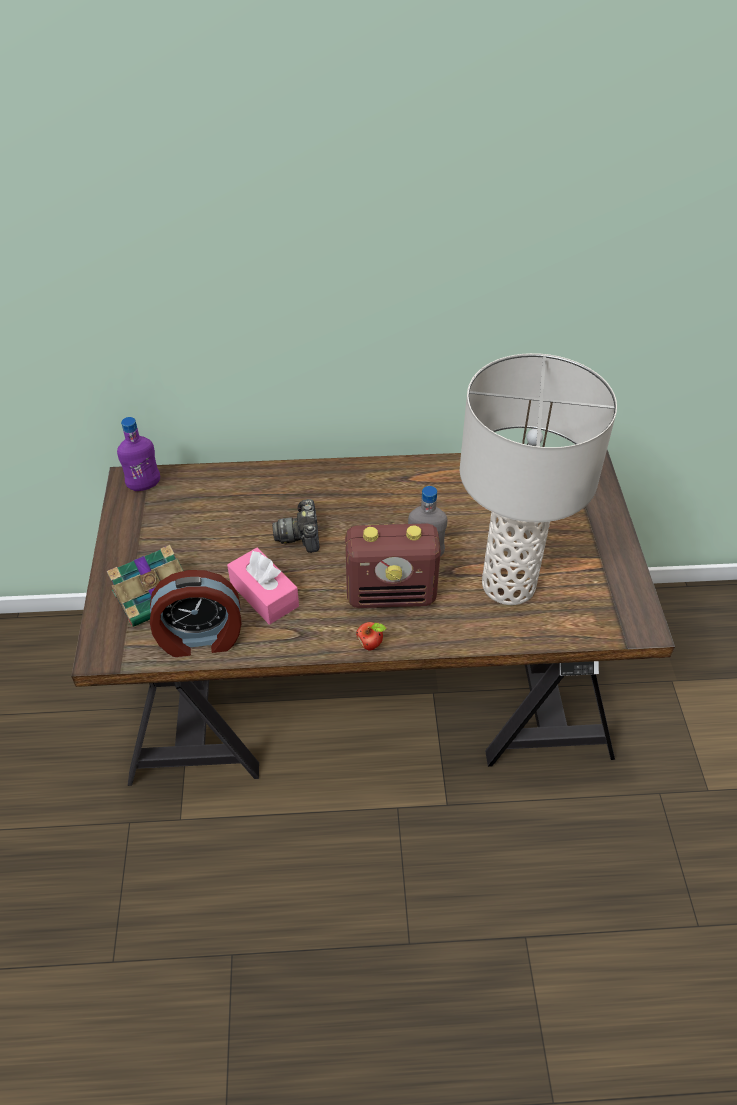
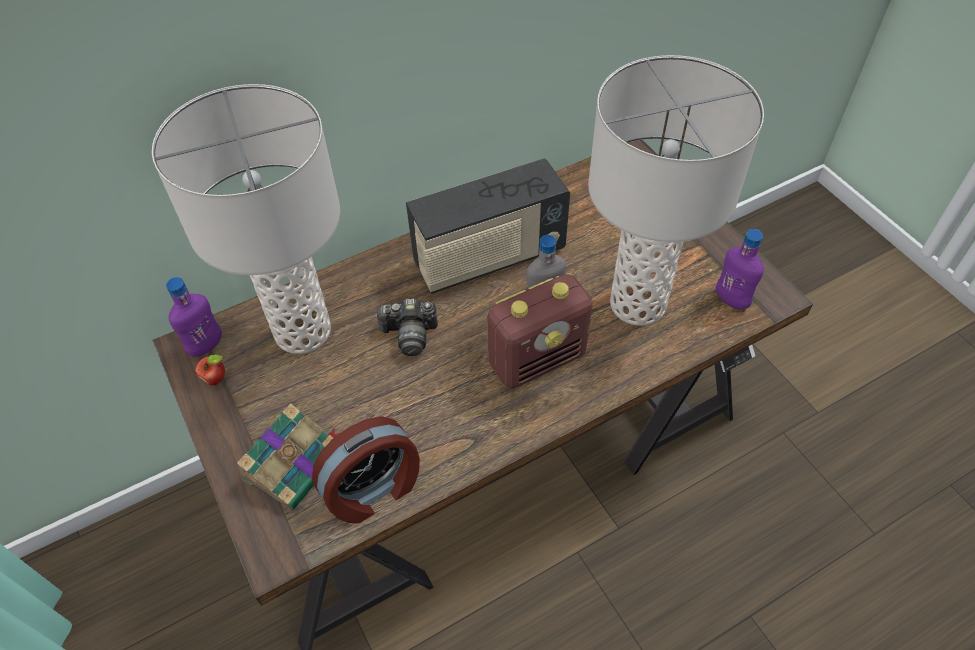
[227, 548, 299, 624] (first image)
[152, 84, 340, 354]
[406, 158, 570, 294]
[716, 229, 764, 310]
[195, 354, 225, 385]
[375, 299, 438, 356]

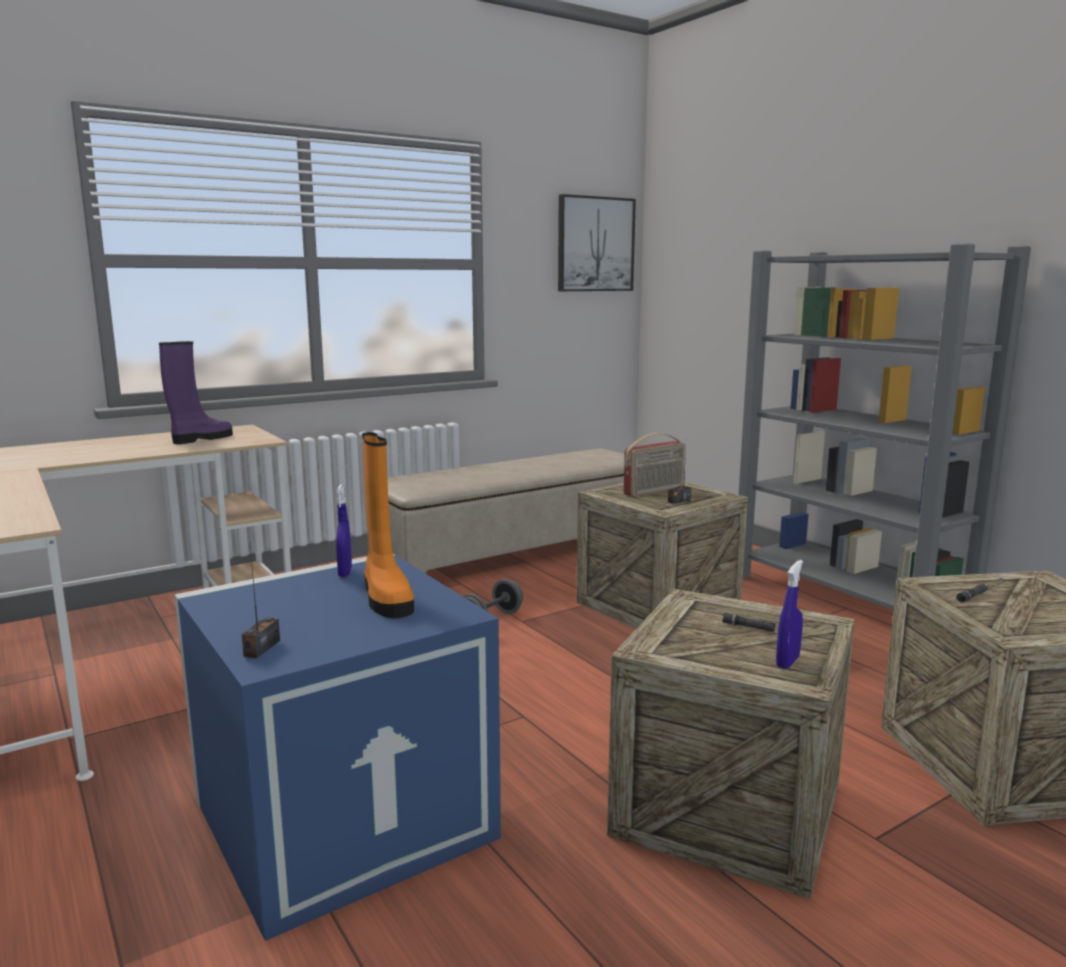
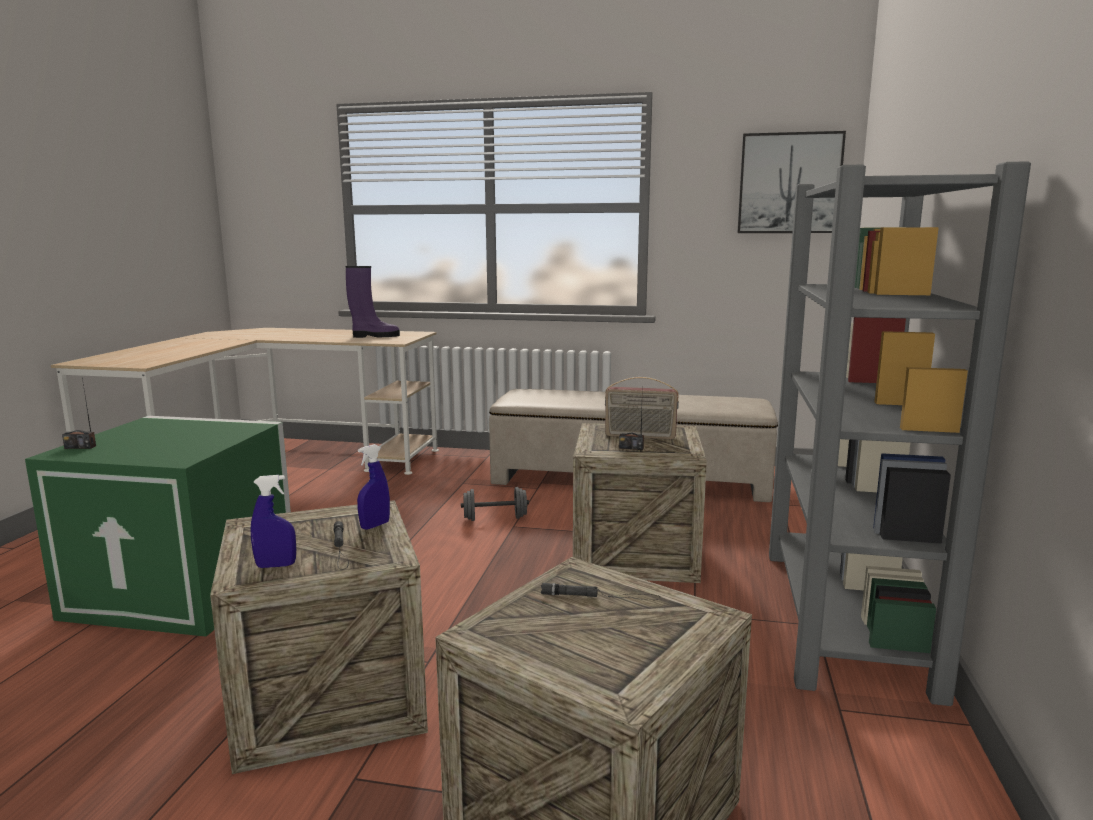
[362, 432, 414, 618] (first image)
[357, 444, 390, 530]
[25, 416, 291, 637]
[62, 378, 96, 449]

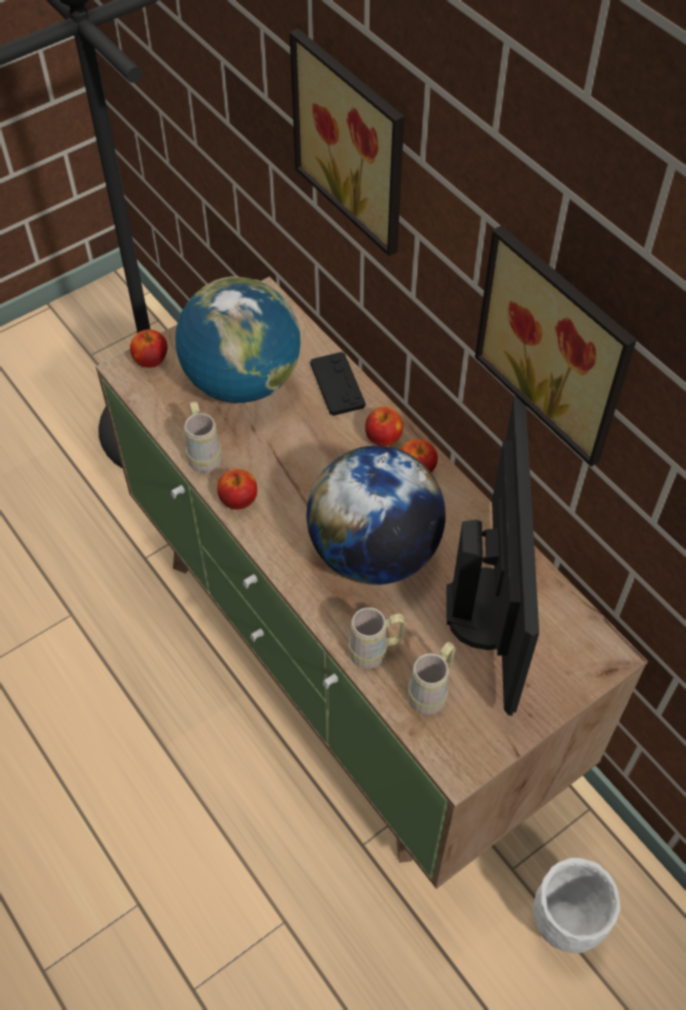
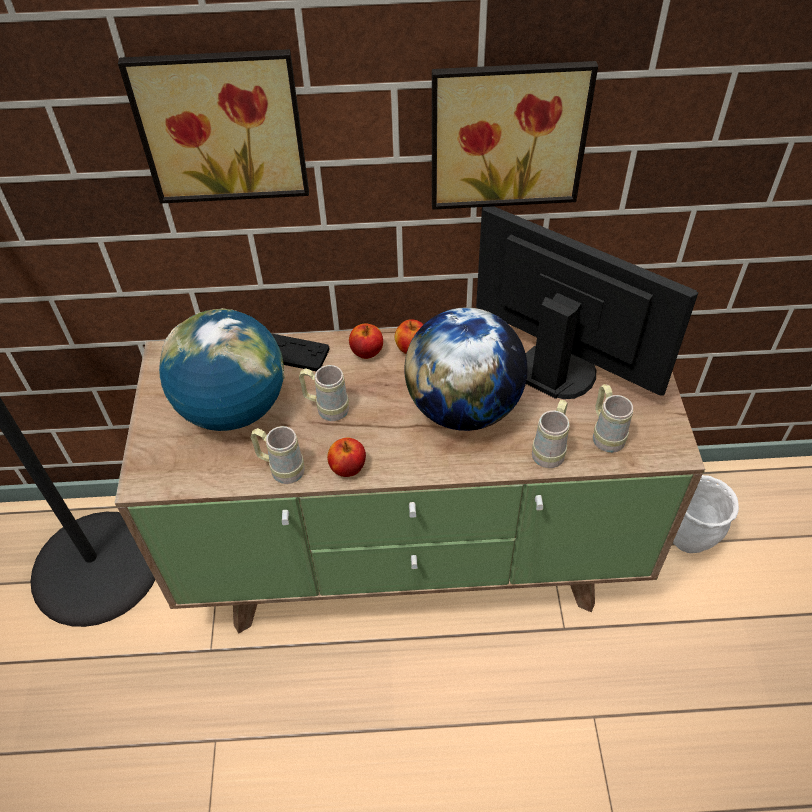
[130, 329, 168, 368] (first image)
[299, 365, 349, 421]

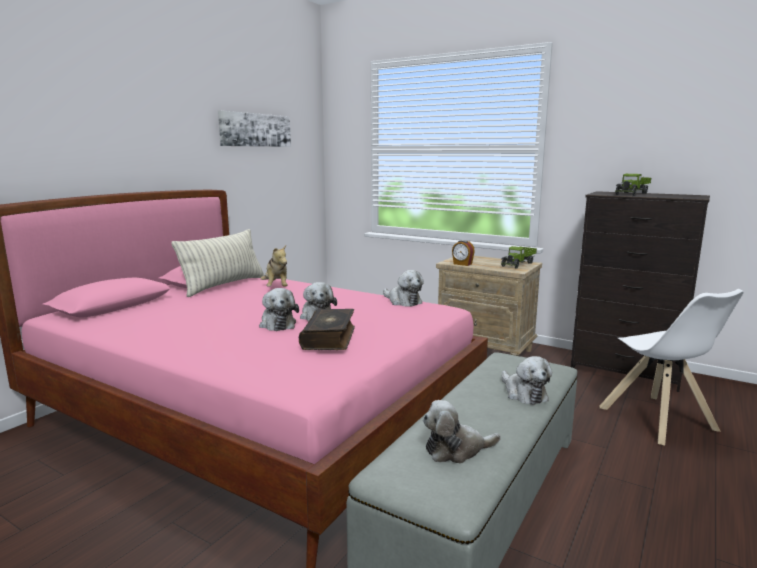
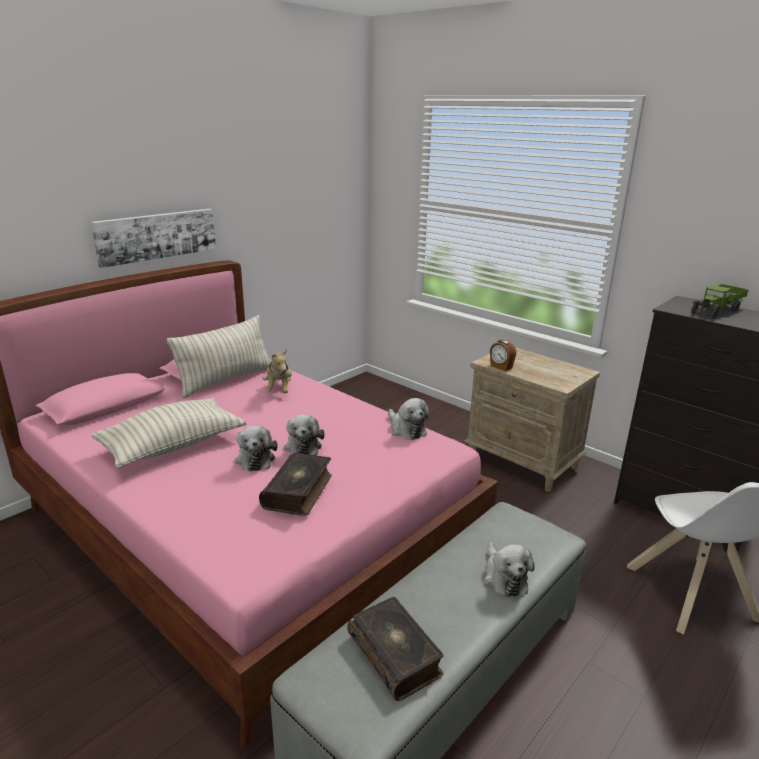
[501, 246, 537, 269] (first image)
[91, 398, 247, 468]
[91, 209, 216, 268]
[347, 597, 444, 701]

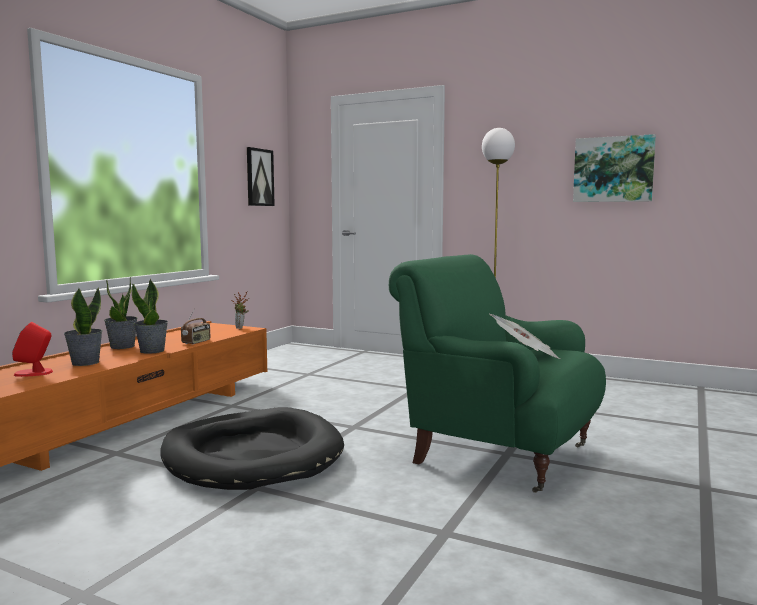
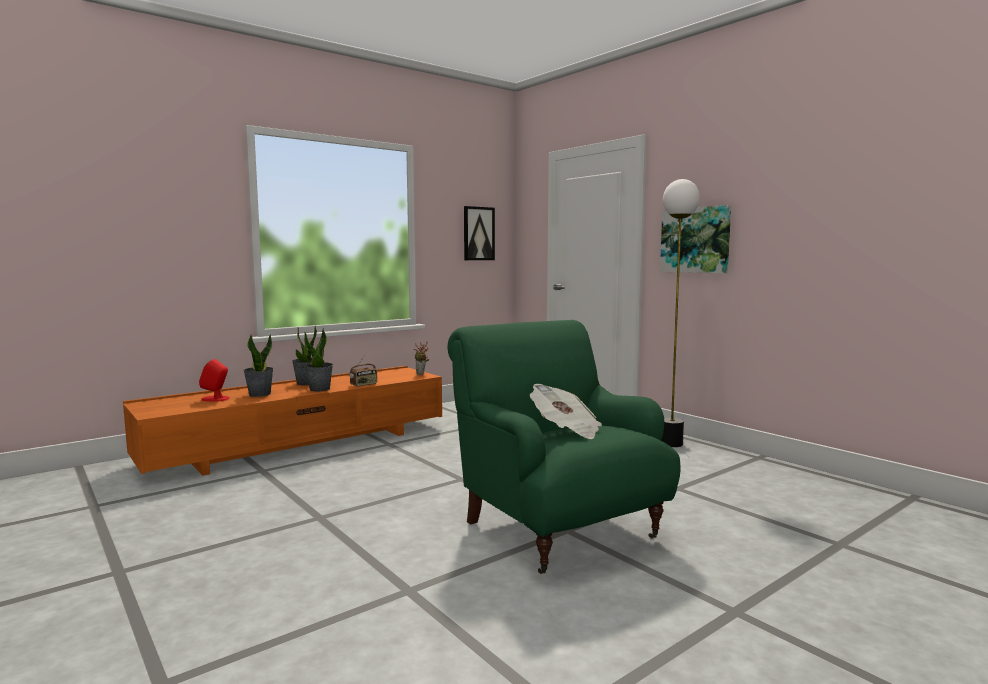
[160, 407, 344, 490] (first image)
[660, 205, 731, 274]

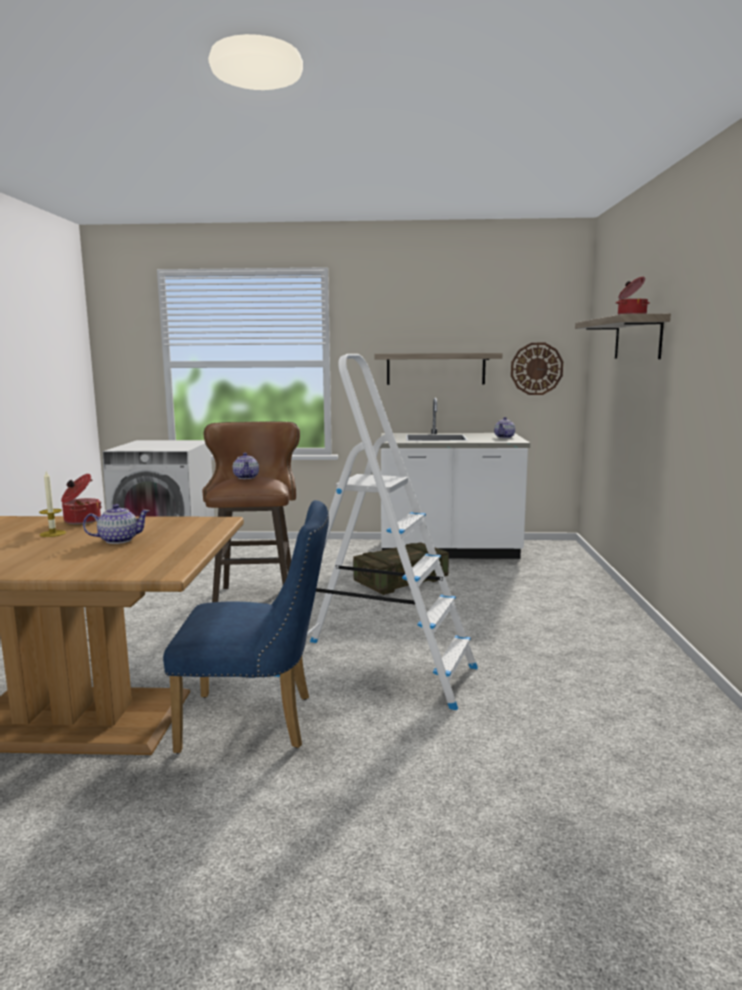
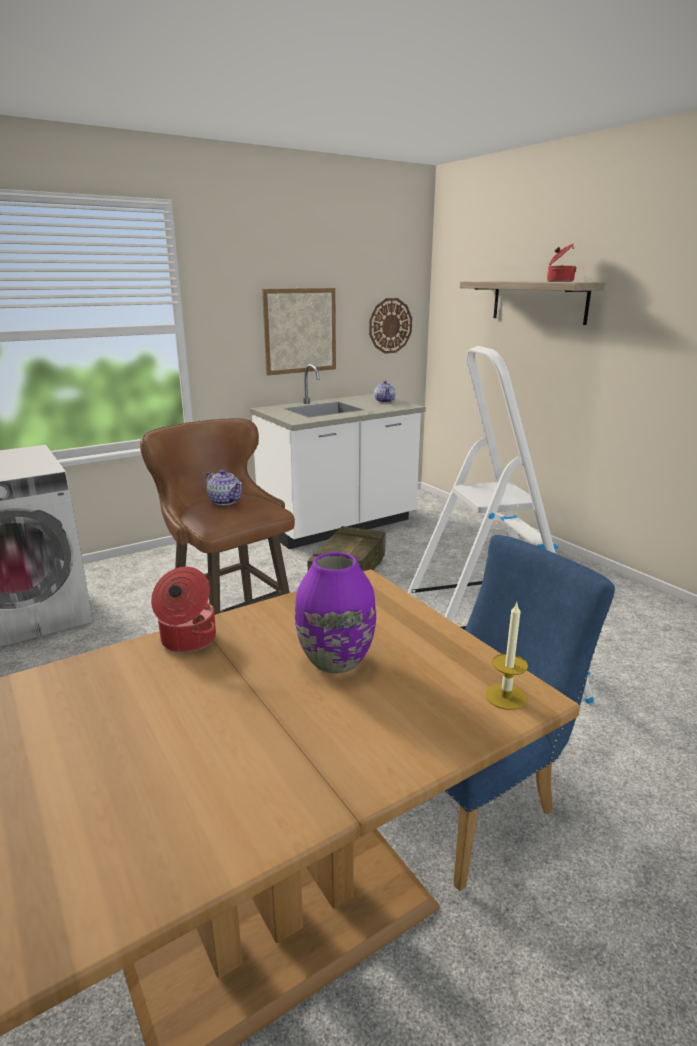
[485, 603, 528, 710]
[295, 552, 376, 674]
[262, 288, 336, 376]

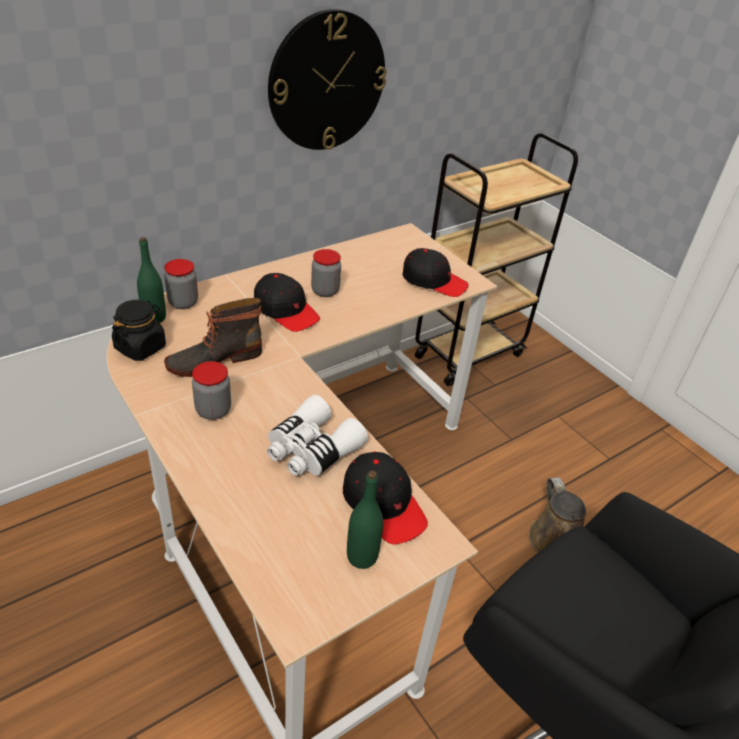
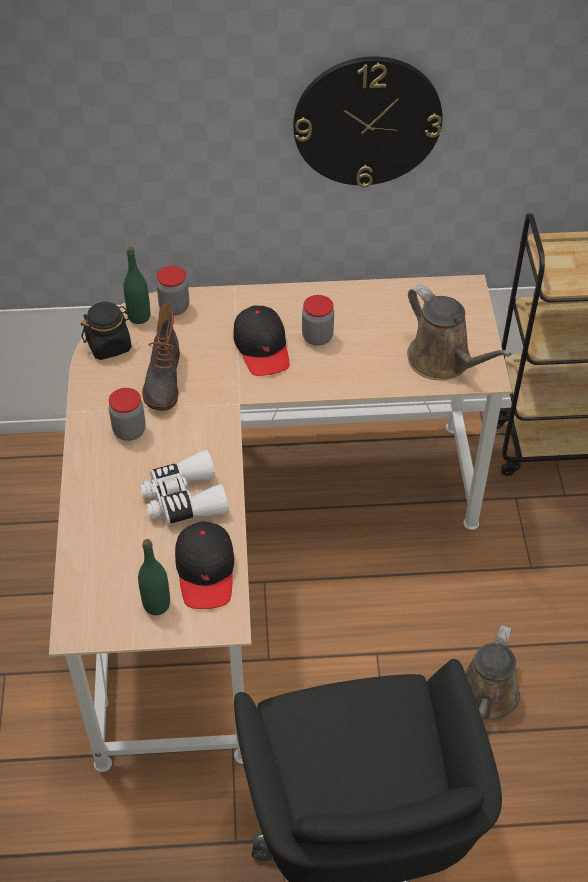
[407, 285, 511, 380]
[142, 302, 180, 410]

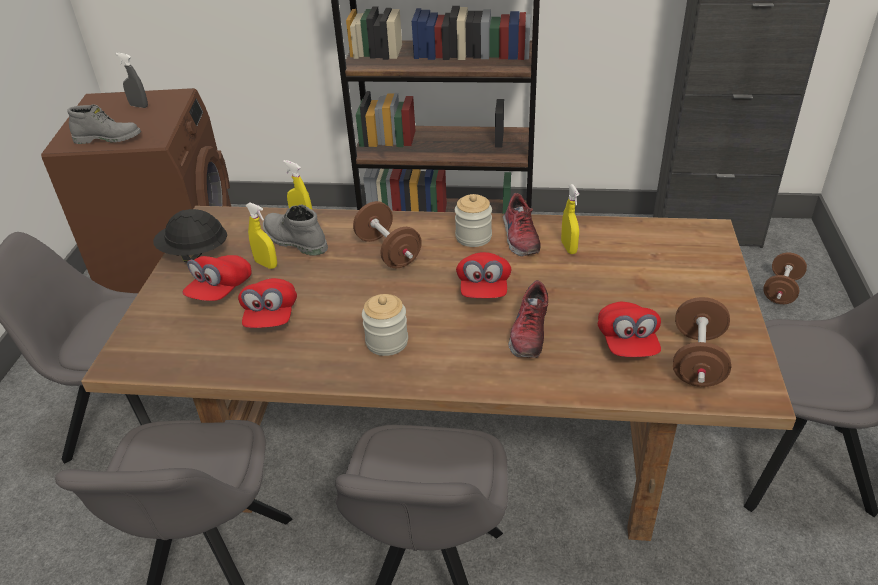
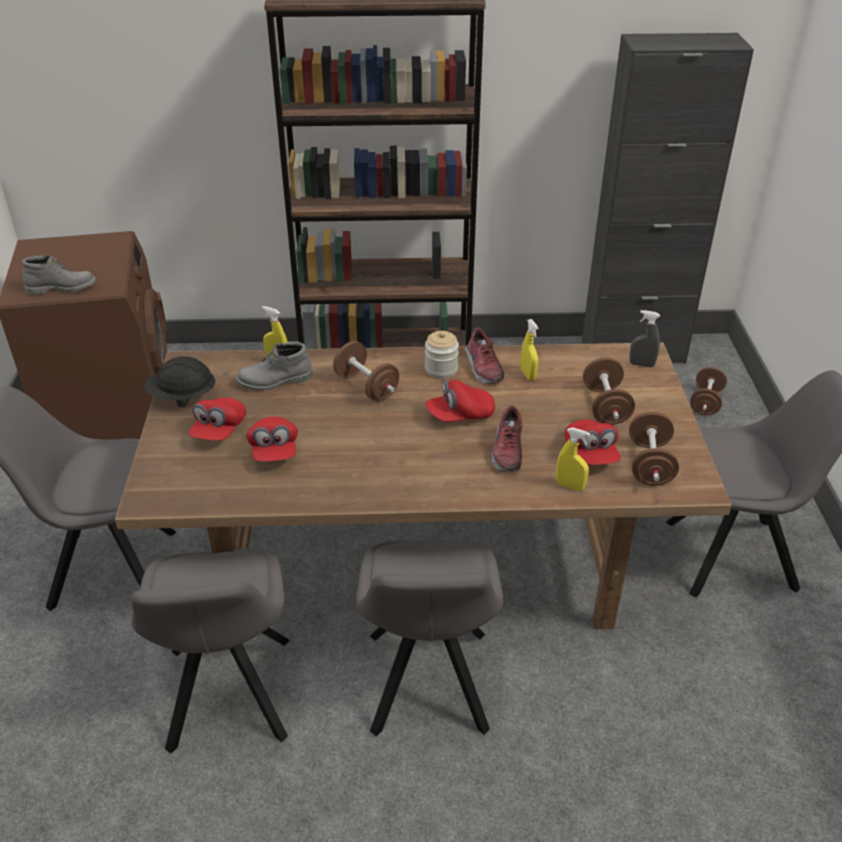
[362, 294, 408, 356] (first image)
[583, 357, 635, 425]
[629, 310, 660, 368]
[556, 428, 590, 491]
[236, 342, 312, 391]
[426, 379, 495, 422]

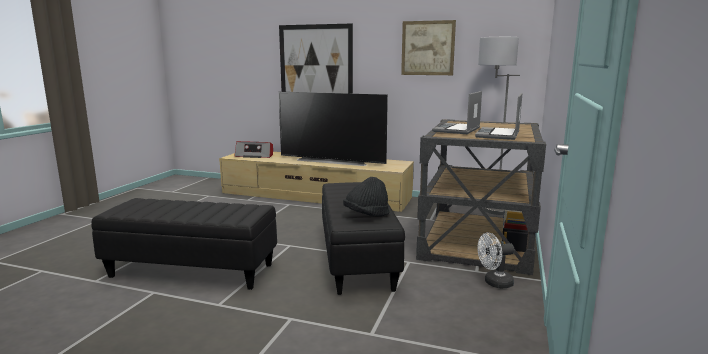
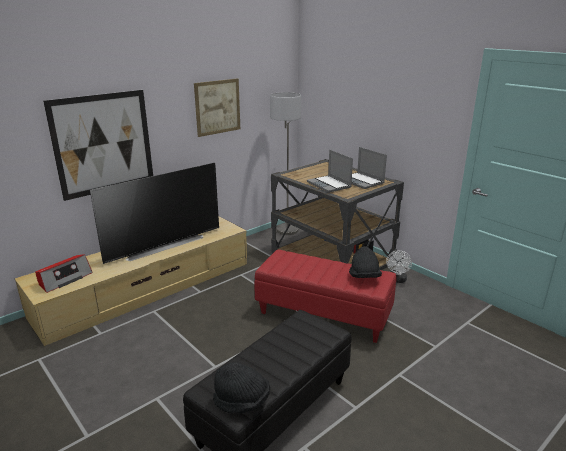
[213, 362, 270, 414]
[255, 249, 397, 343]

